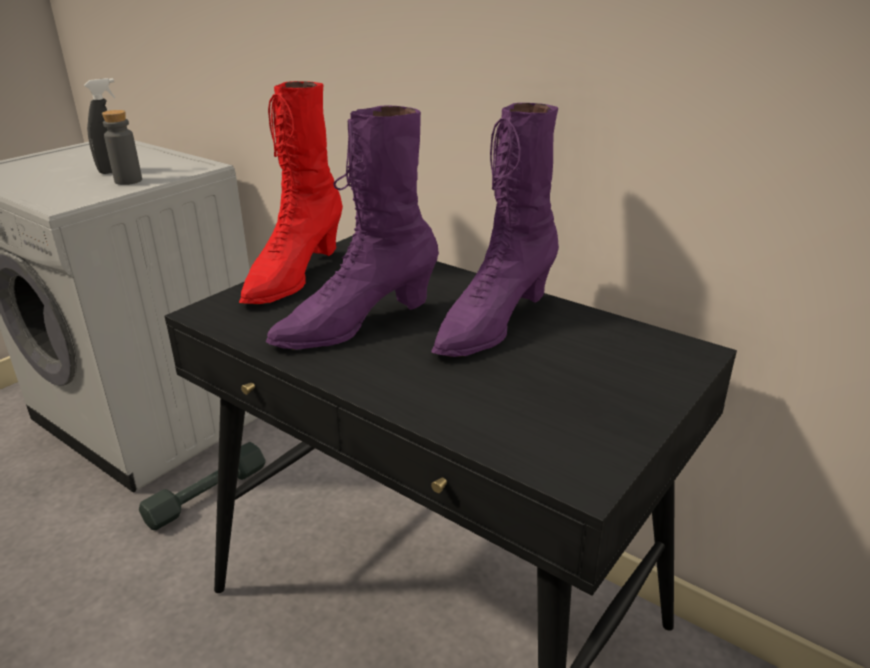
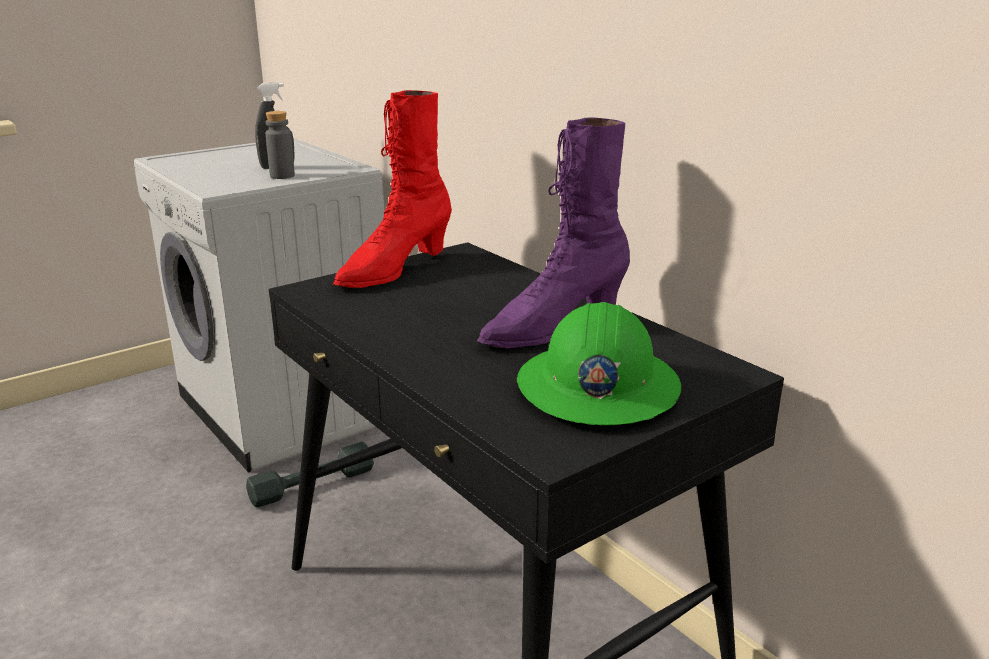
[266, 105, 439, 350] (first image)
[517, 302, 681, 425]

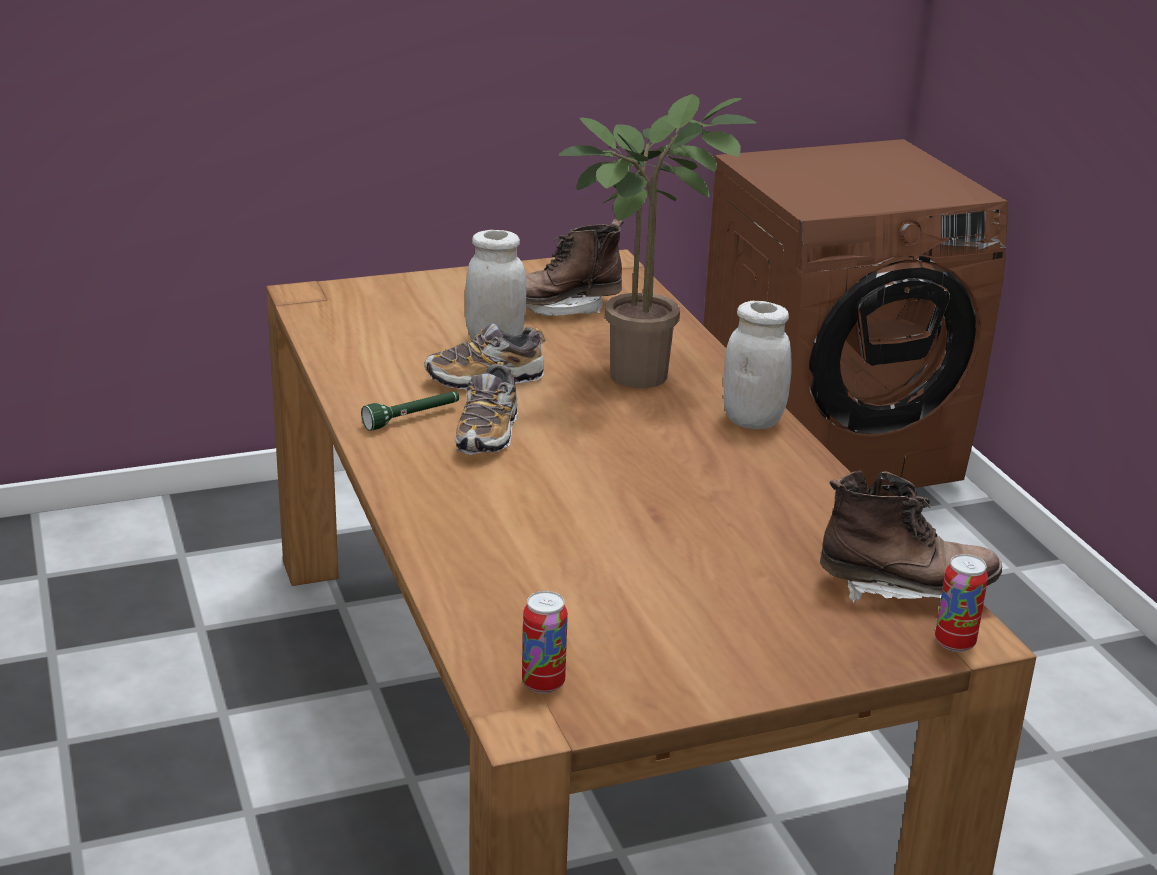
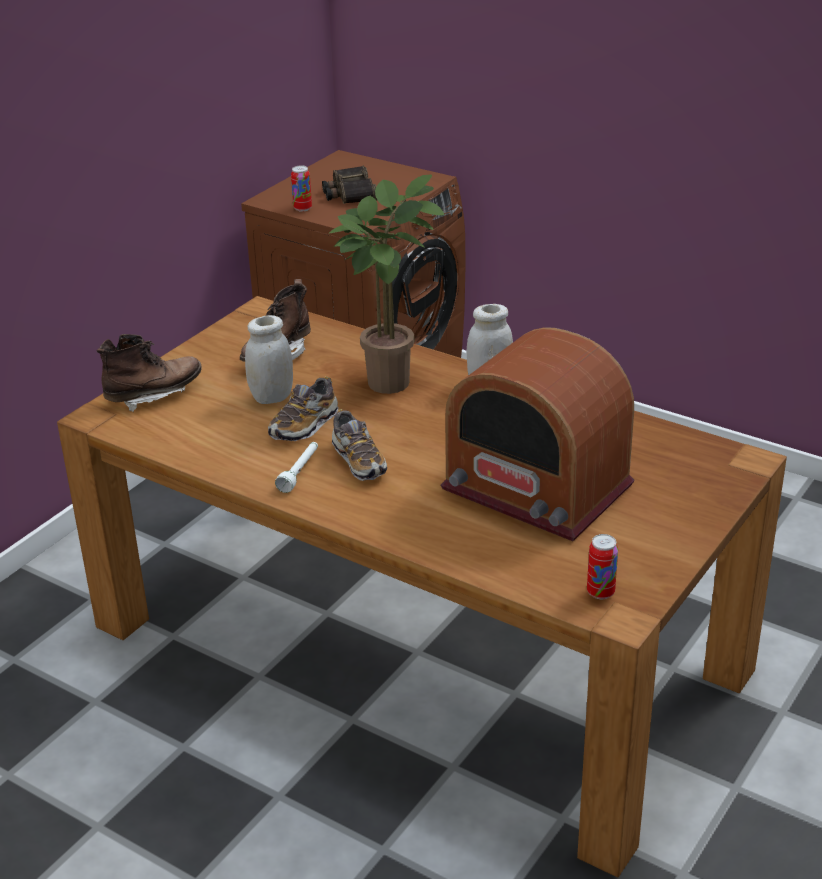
[322, 166, 377, 204]
[441, 328, 635, 542]
[97, 334, 202, 412]
[291, 165, 312, 212]
[275, 442, 318, 493]

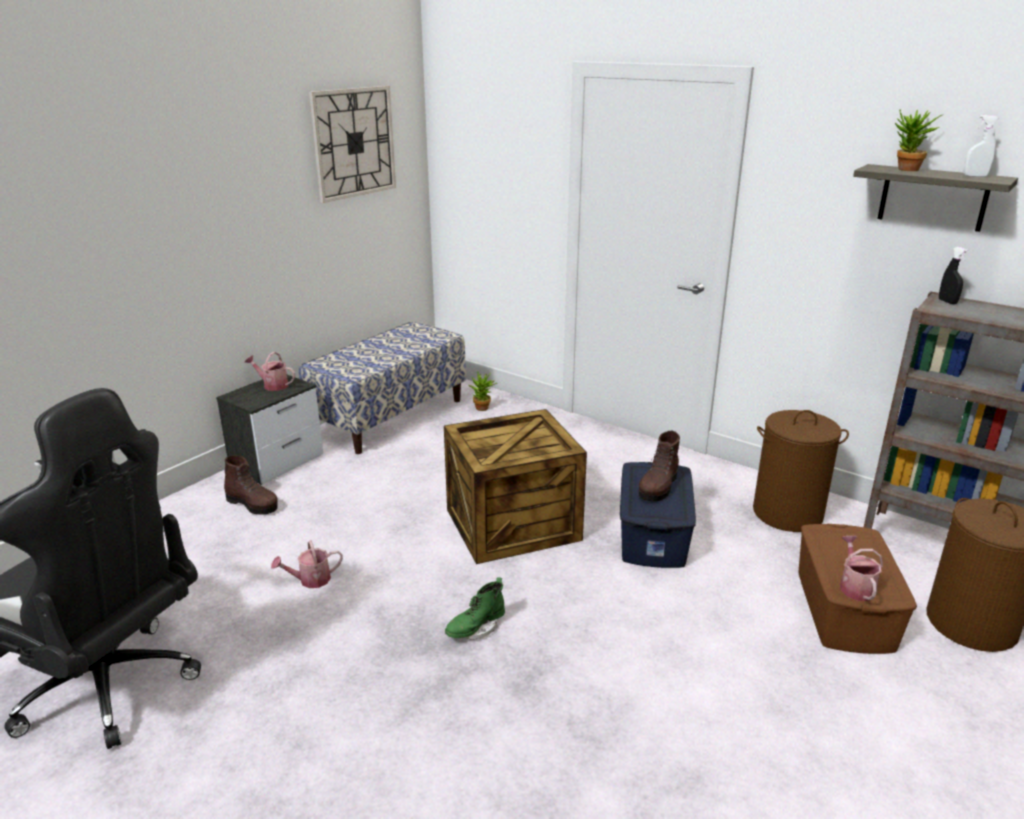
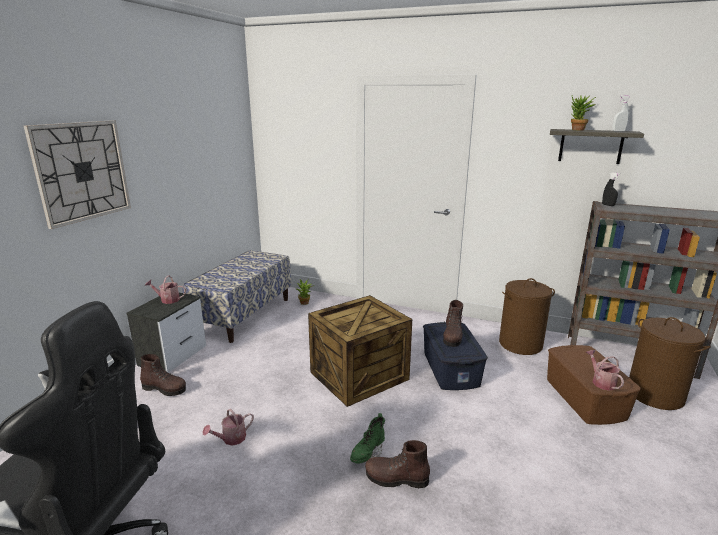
[365, 440, 430, 488]
[24, 120, 131, 229]

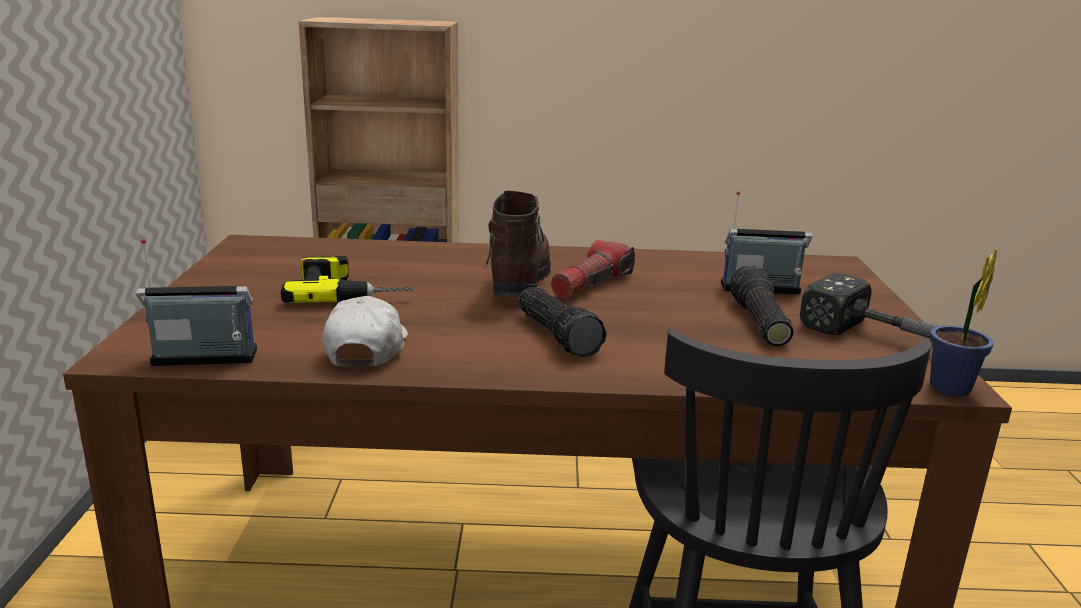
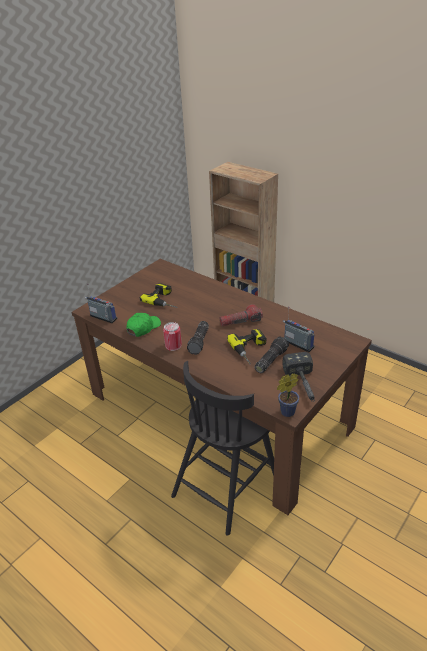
[484, 191, 551, 297] (first image)
[163, 322, 182, 351]
[227, 329, 266, 365]
[126, 313, 161, 337]

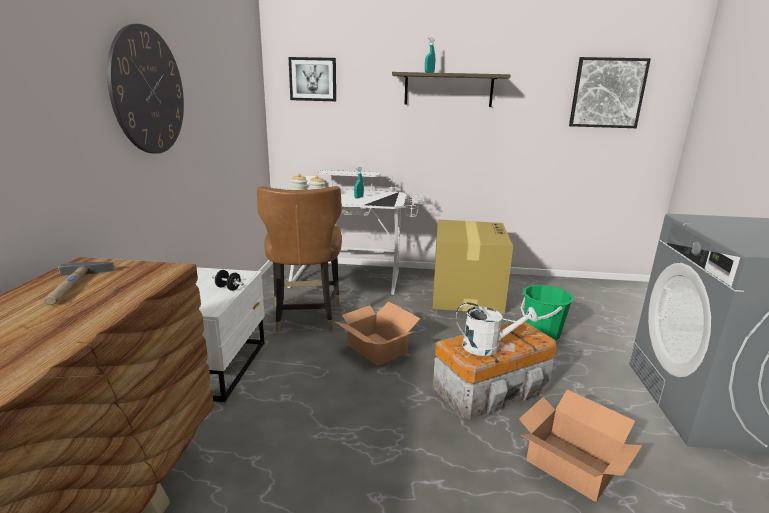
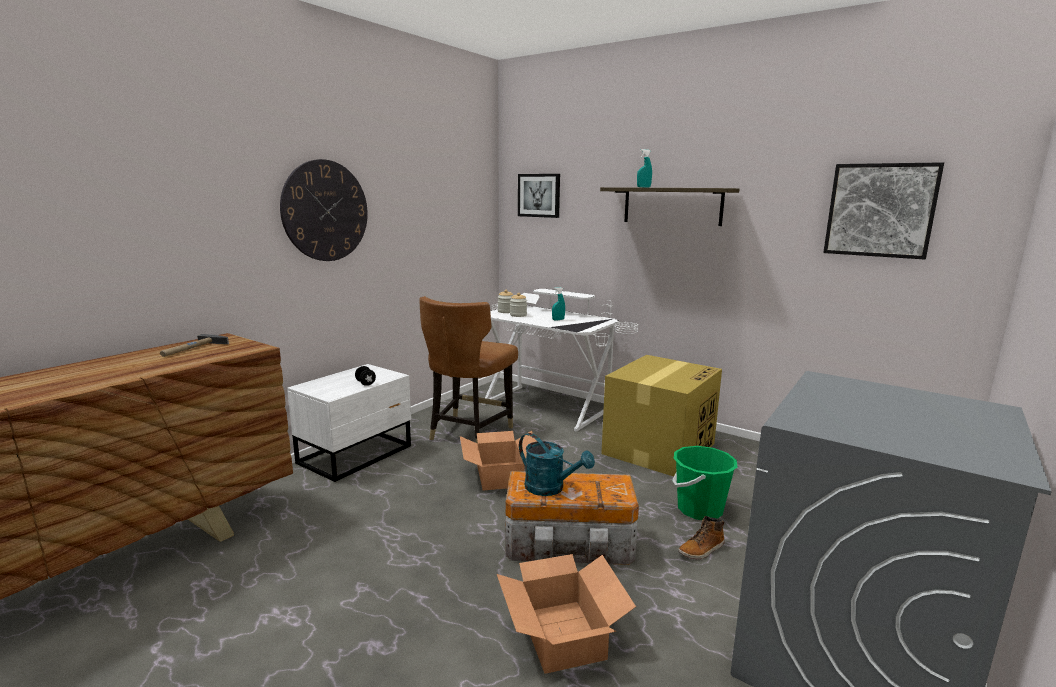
[678, 516, 725, 560]
[519, 433, 595, 496]

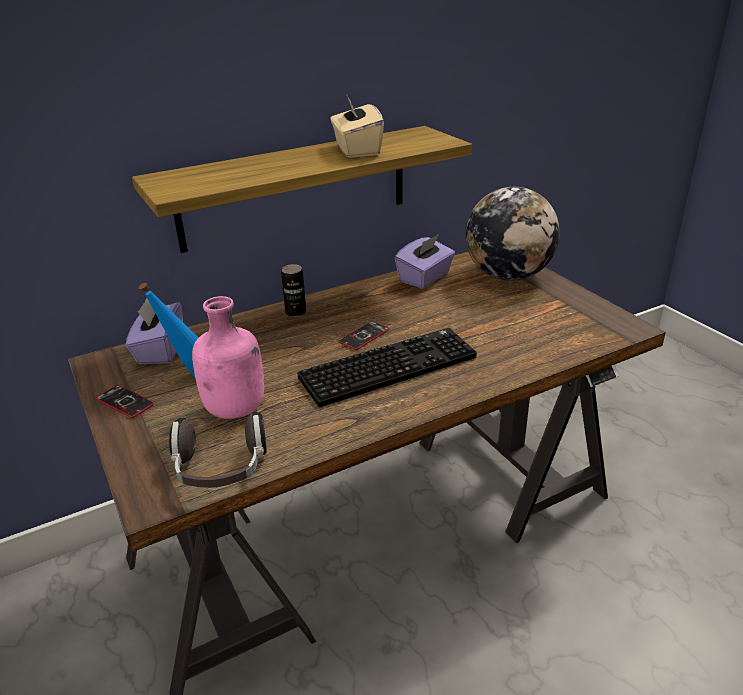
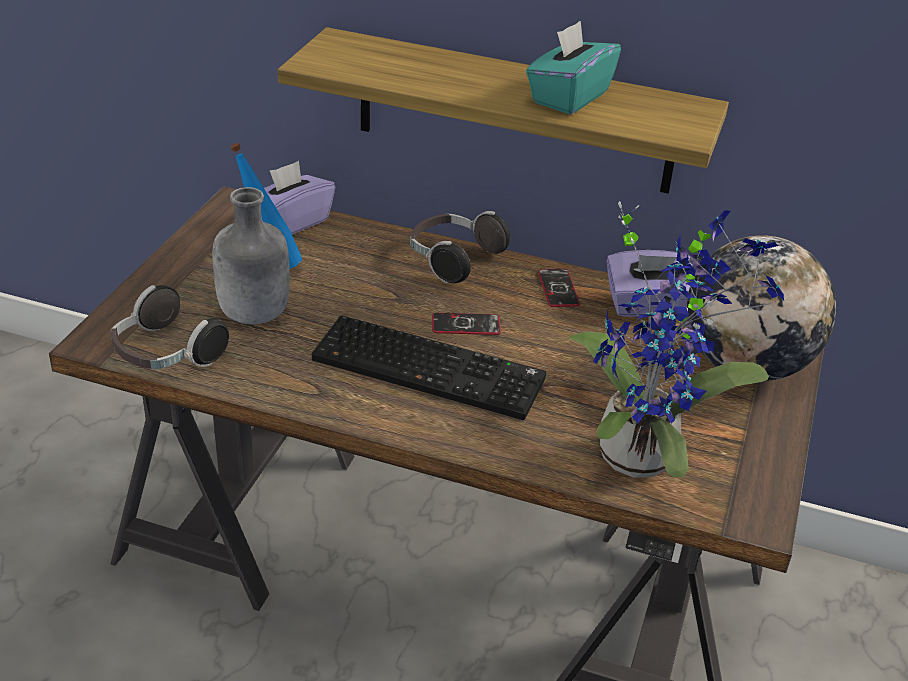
[569, 201, 784, 478]
[538, 269, 580, 307]
[410, 211, 510, 284]
[212, 187, 290, 325]
[526, 21, 621, 115]

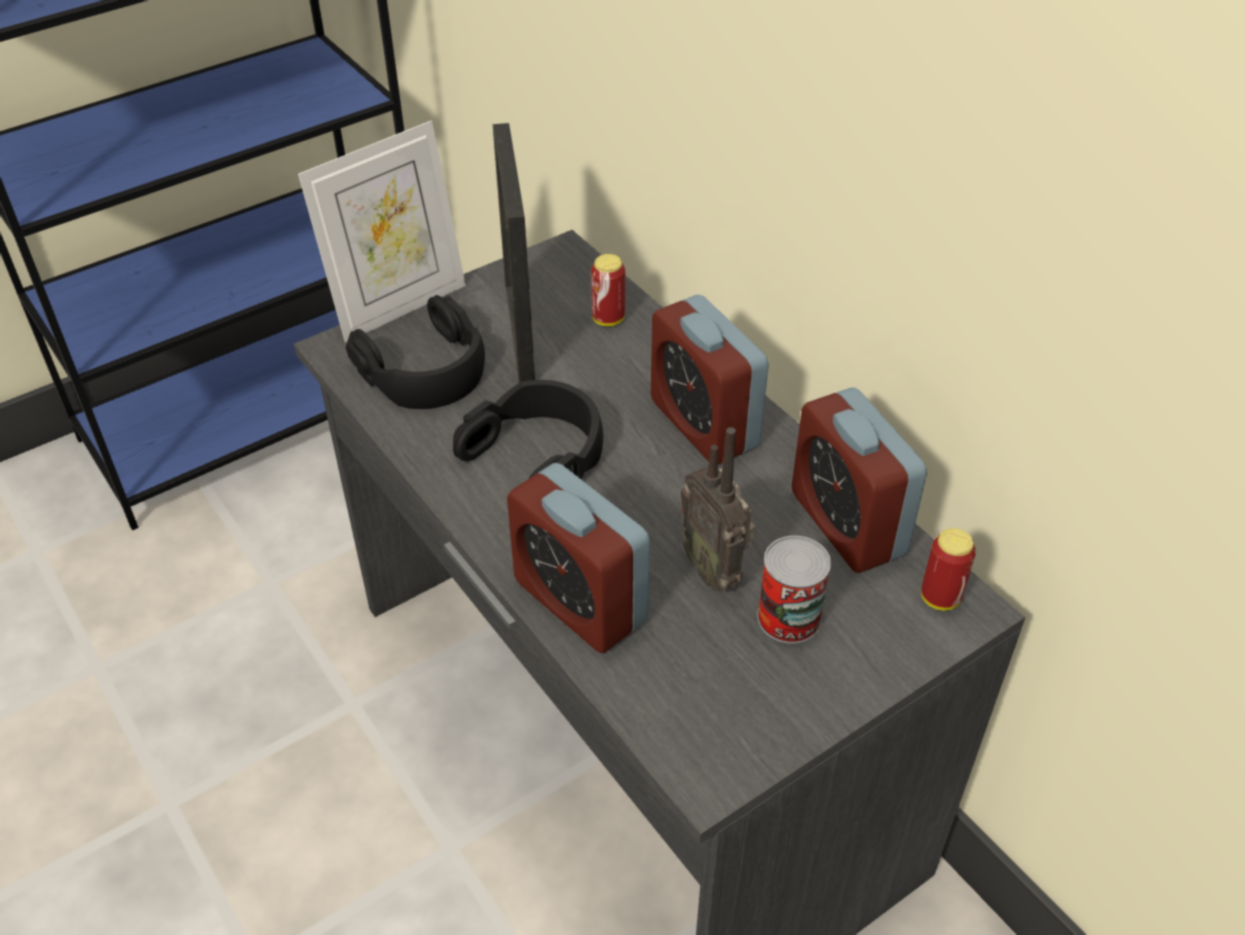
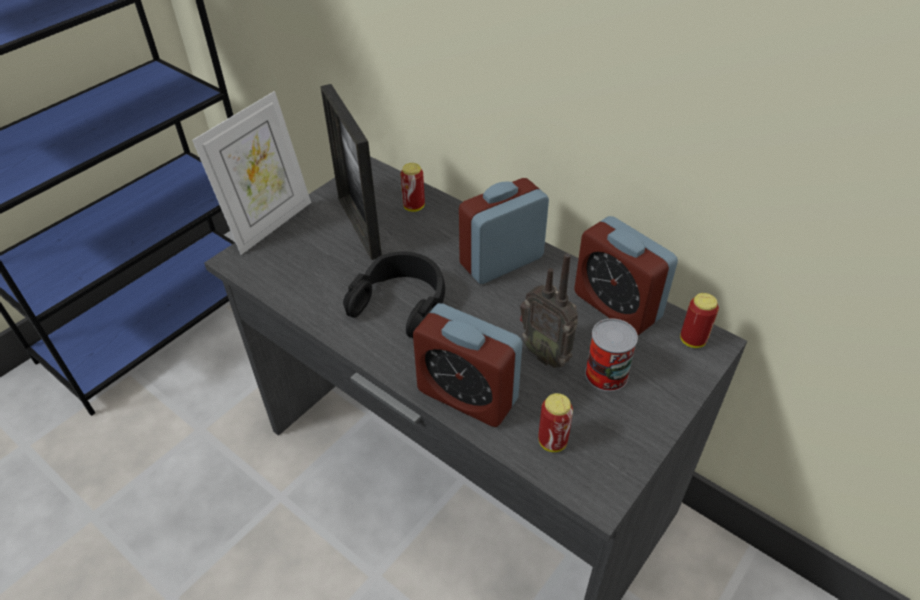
[346, 295, 485, 409] (first image)
[538, 393, 573, 452]
[459, 178, 549, 284]

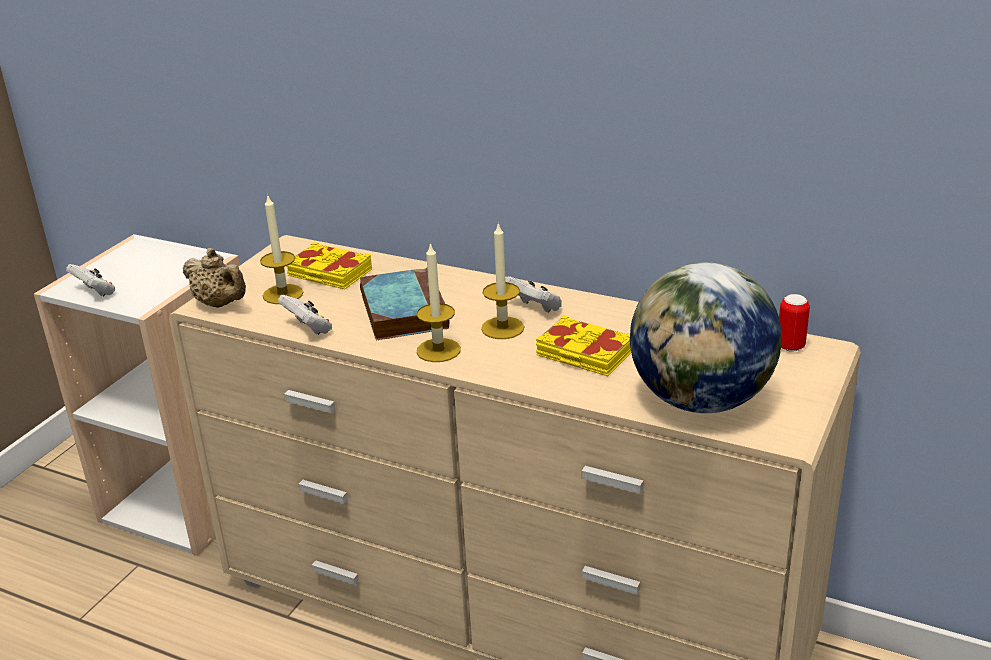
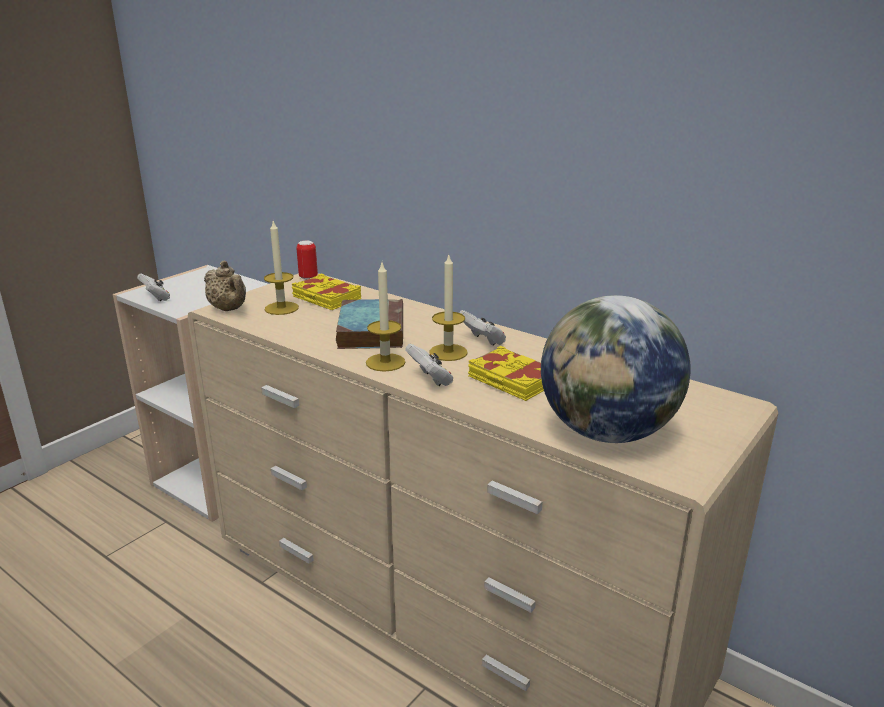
[405, 344, 453, 386]
[296, 240, 318, 280]

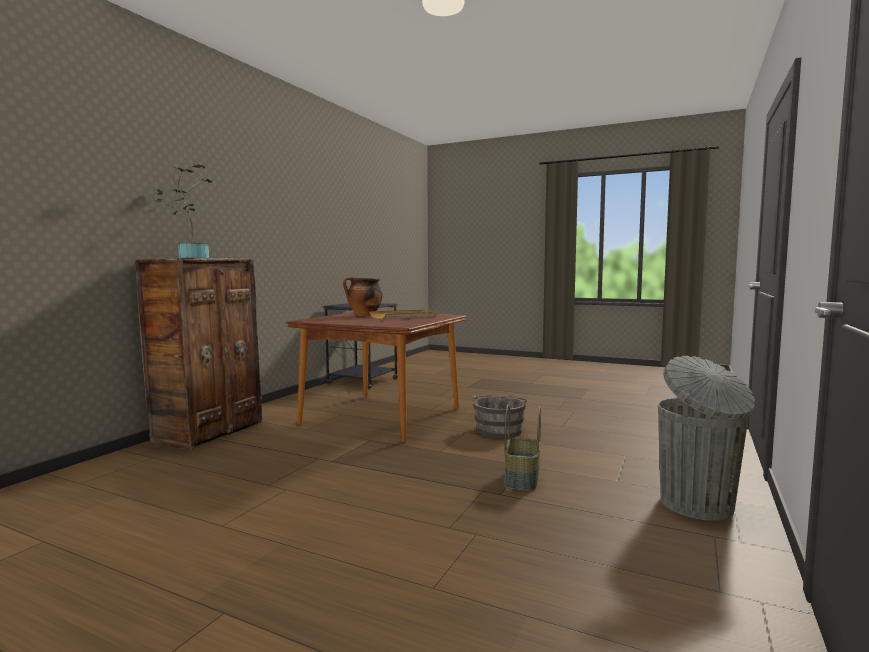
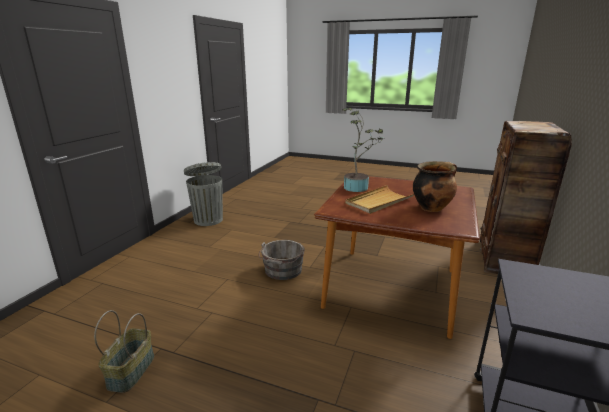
[342, 108, 386, 192]
[94, 310, 154, 393]

